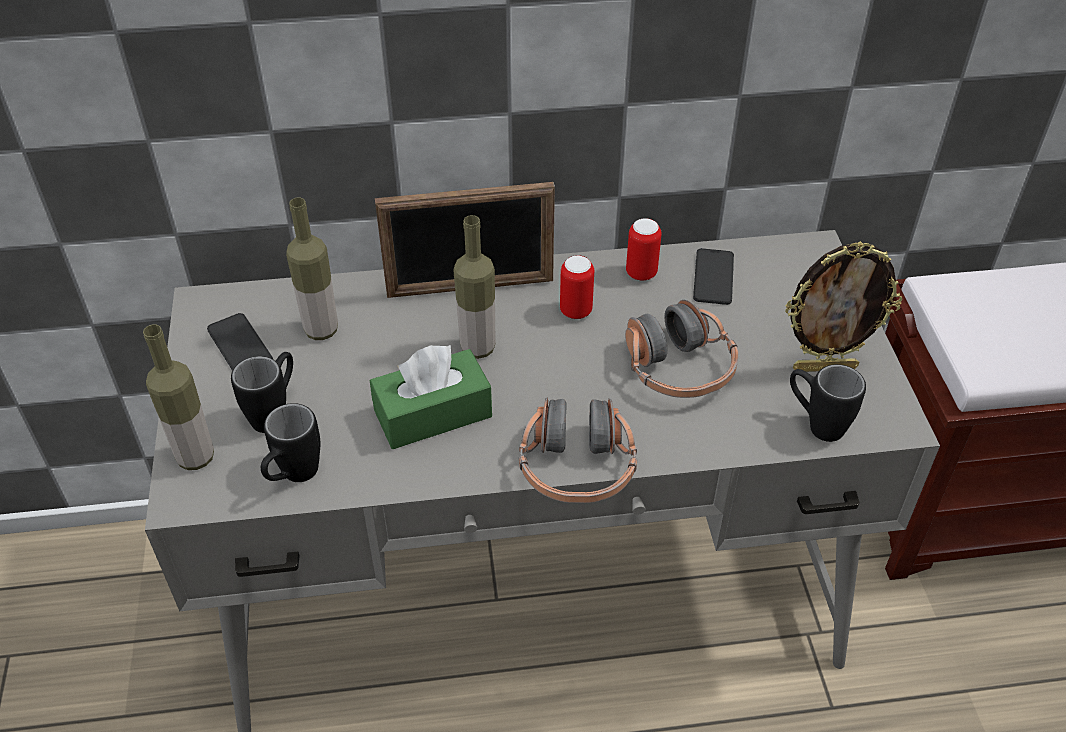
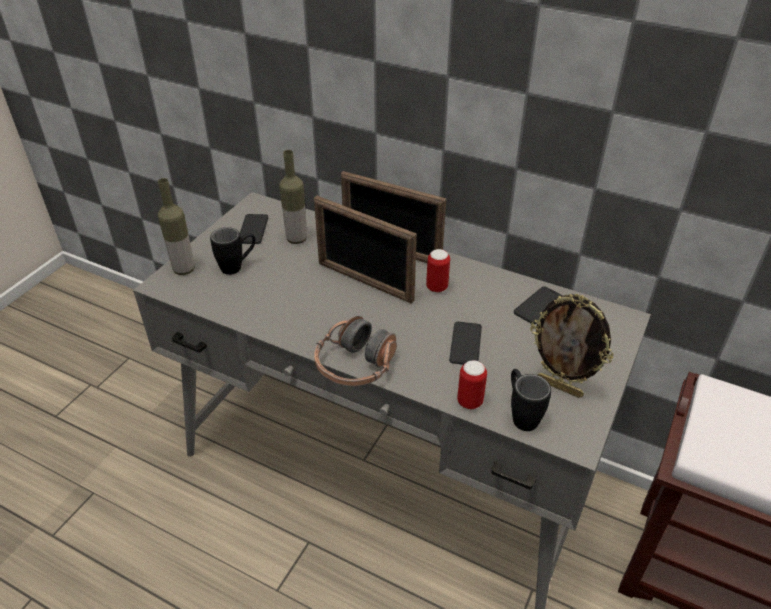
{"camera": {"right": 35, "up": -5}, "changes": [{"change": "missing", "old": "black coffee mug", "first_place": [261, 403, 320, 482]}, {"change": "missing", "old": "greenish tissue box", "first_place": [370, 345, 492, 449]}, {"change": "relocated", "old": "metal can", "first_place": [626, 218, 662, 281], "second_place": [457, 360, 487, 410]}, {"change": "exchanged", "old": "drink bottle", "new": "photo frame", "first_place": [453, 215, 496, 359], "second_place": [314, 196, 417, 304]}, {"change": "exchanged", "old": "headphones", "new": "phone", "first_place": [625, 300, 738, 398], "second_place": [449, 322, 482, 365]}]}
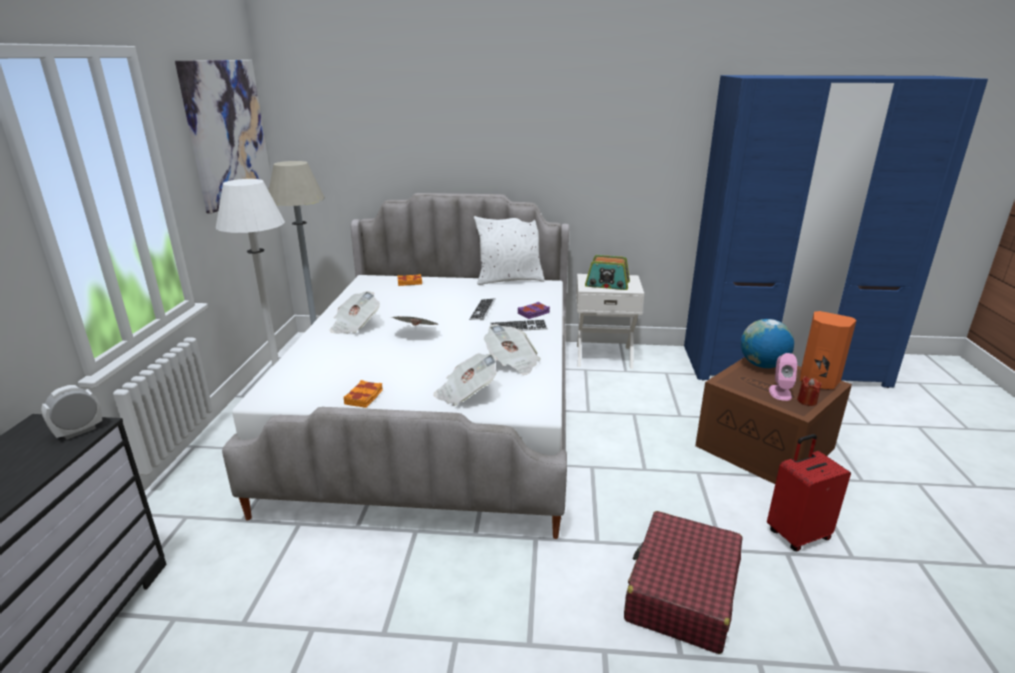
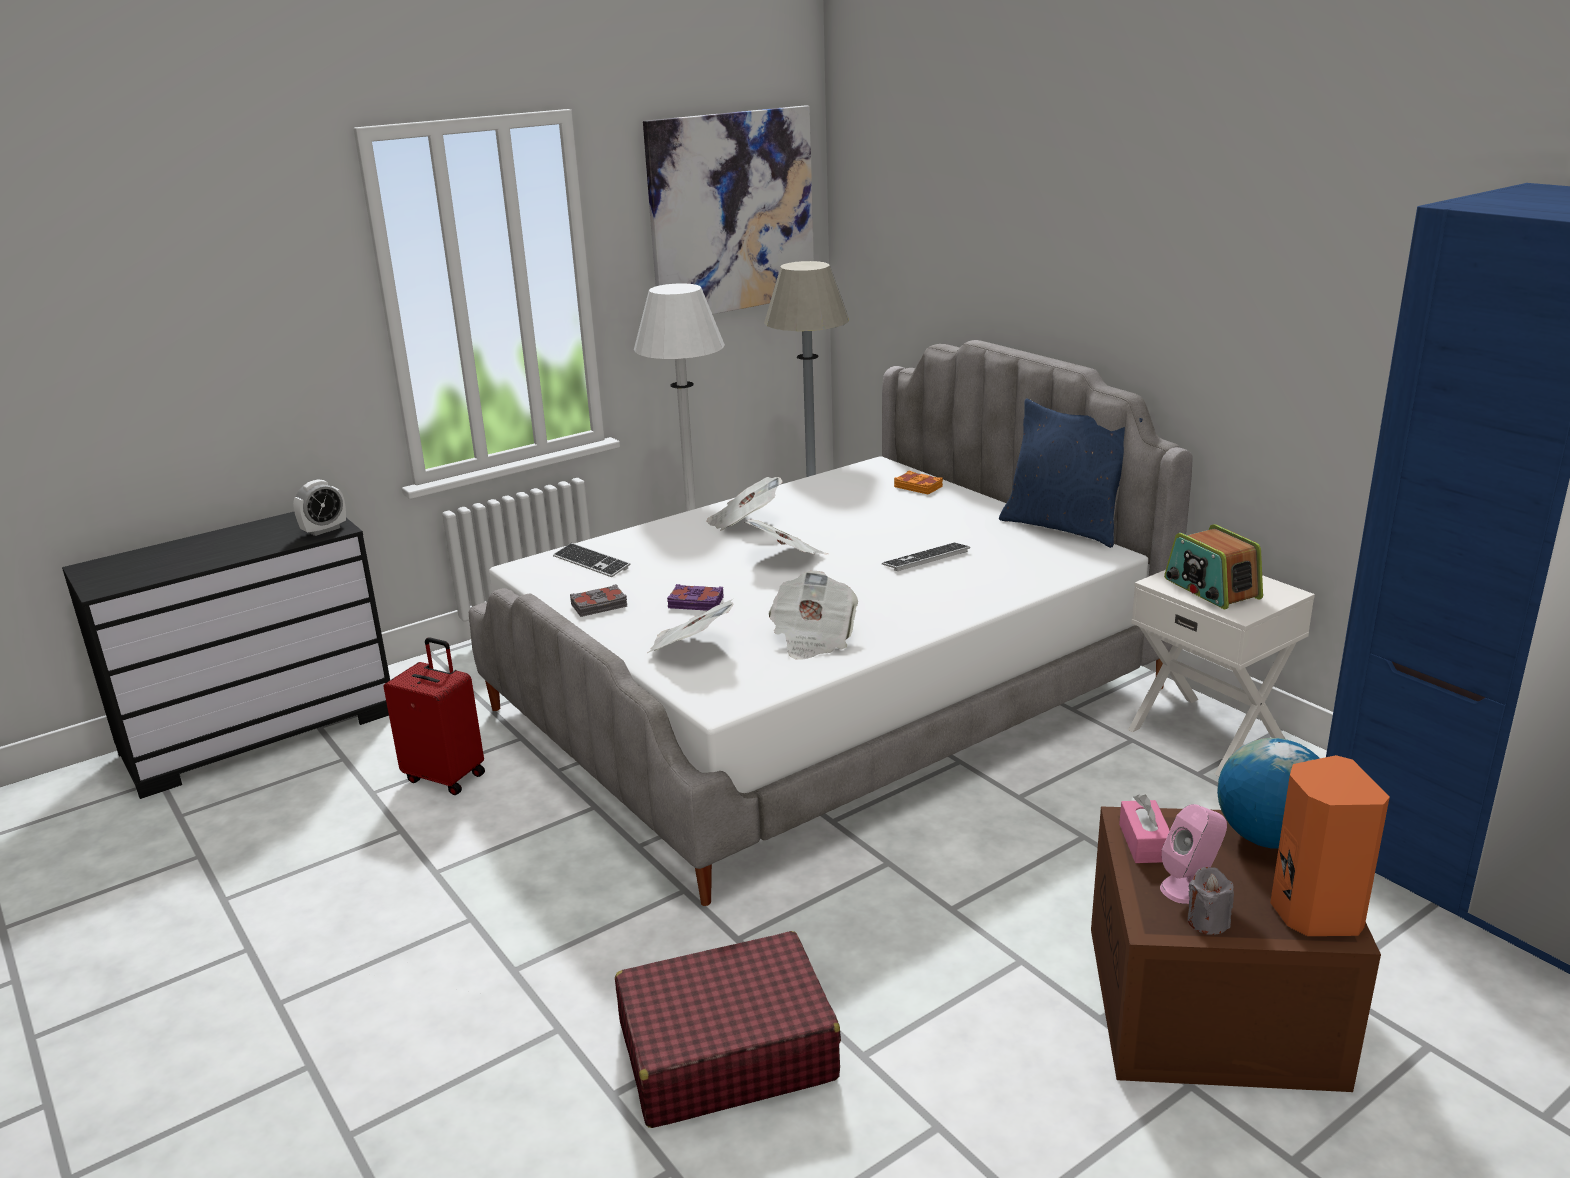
{"camera": {"right": 50, "up": 0}, "changes": [{"change": "appeared", "new": "pinkish tissue box", "second_place": [1119, 794, 1170, 863]}, {"change": "relocated", "old": "keyboard", "first_place": [490, 319, 548, 331], "second_place": [553, 543, 631, 577]}, {"change": "relocated", "old": "purple book", "first_place": [518, 302, 550, 319], "second_place": [667, 584, 724, 611]}, {"change": "relocated", "old": "reddish suitcase", "first_place": [767, 434, 851, 551], "second_place": [384, 637, 485, 795]}, {"change": "colour", "old": "orangey book", "new": "gray book", "first_place": [344, 380, 383, 408], "second_place": [570, 584, 627, 617]}, {"change": "colour", "old": "white throw pillow", "new": "bluish throw pillow", "first_place": [474, 213, 545, 285], "second_place": [999, 398, 1143, 548]}, {"change": "colour", "old": "reddish wax candle", "new": "gray wax candle", "first_place": [797, 376, 821, 406], "second_place": [1188, 867, 1234, 935]}, {"change": "spun", "old": "alarm clock", "first_place": [41, 385, 102, 440], "second_place": [293, 479, 346, 536], "degrees": 135}]}
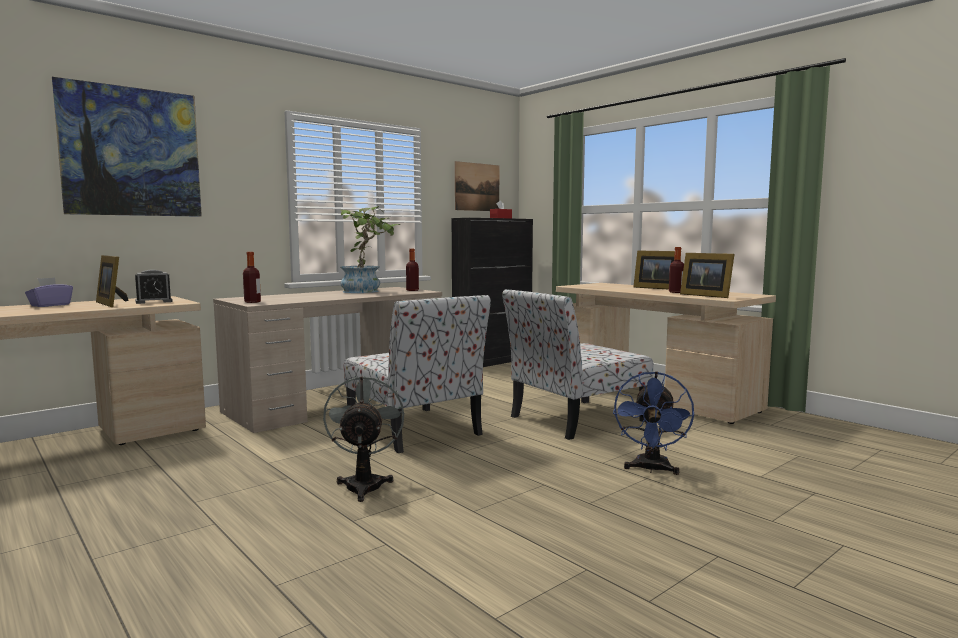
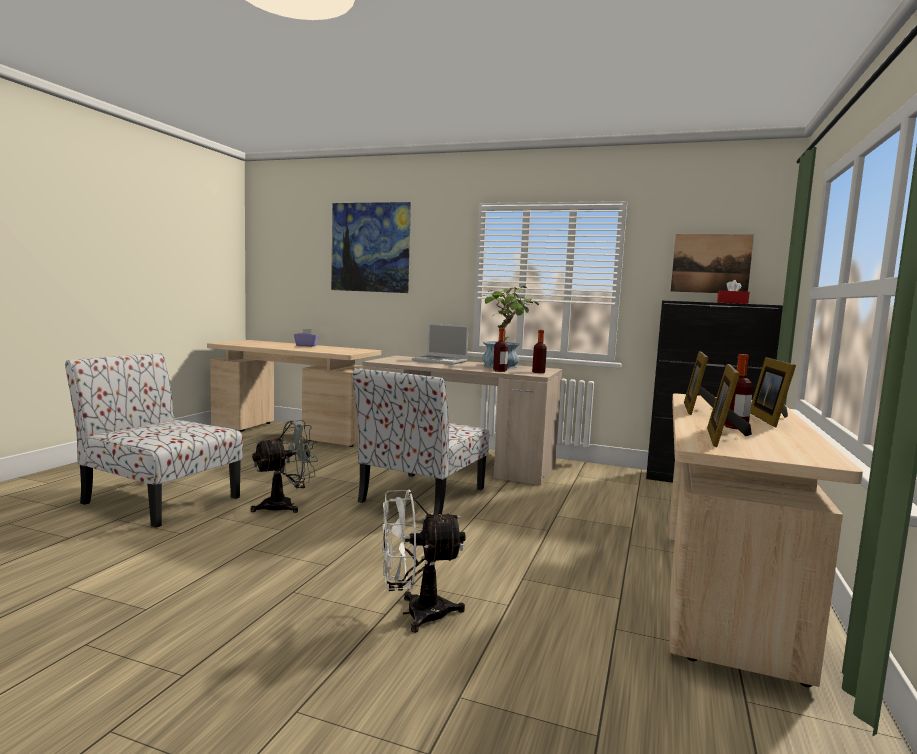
{"camera": {"right": 60, "up": 0}, "changes": [{"change": "missing", "old": "alarm clock", "first_place": [135, 269, 173, 304]}, {"change": "appeared", "new": "notebook computer", "second_place": [412, 323, 469, 365]}, {"change": "relocated", "old": "photo frame", "first_place": [96, 255, 129, 307], "second_place": [684, 351, 716, 415]}, {"change": "relocated", "old": "drink bottle", "first_place": [243, 252, 261, 303], "second_place": [493, 328, 508, 372]}, {"change": "relocated", "old": "upright chair", "first_place": [502, 289, 654, 440], "second_place": [65, 353, 243, 528]}, {"change": "colour", "old": "bluish cooling fan", "new": "white cooling fan", "first_place": [613, 371, 694, 475], "second_place": [382, 490, 466, 633]}]}
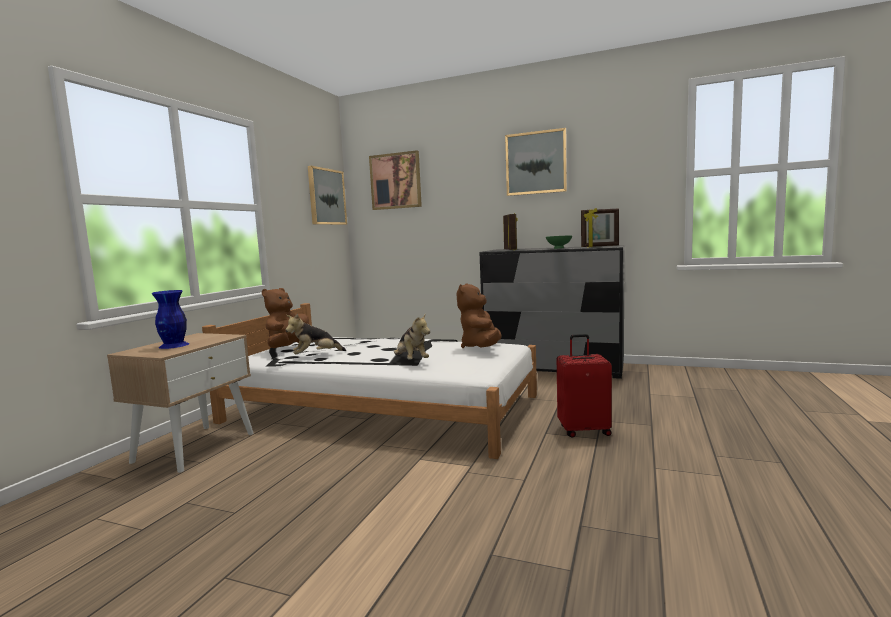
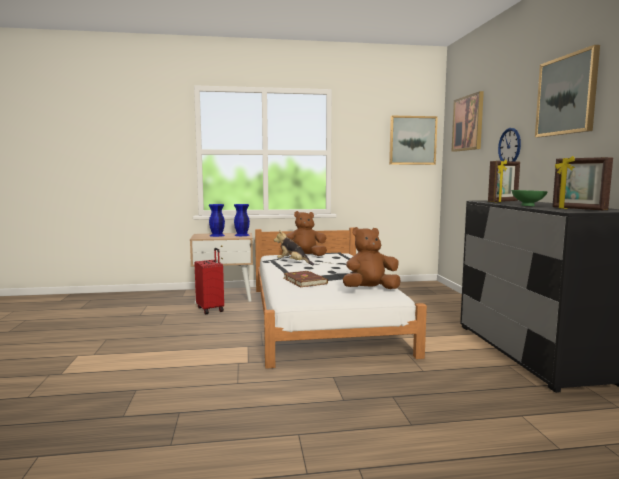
{"camera": {"right": 60, "up": 0}, "changes": [{"change": "appeared", "new": "bluish decorative vase", "second_place": [234, 204, 250, 236]}, {"change": "appeared", "new": "clock on the wall", "second_place": [498, 128, 521, 161]}, {"change": "relocated", "old": "reddish suitcase", "first_place": [557, 334, 612, 438], "second_place": [194, 248, 224, 314]}, {"change": "exchanged", "old": "plush toy", "new": "brown book", "first_place": [394, 315, 430, 360], "second_place": [283, 271, 328, 287]}]}
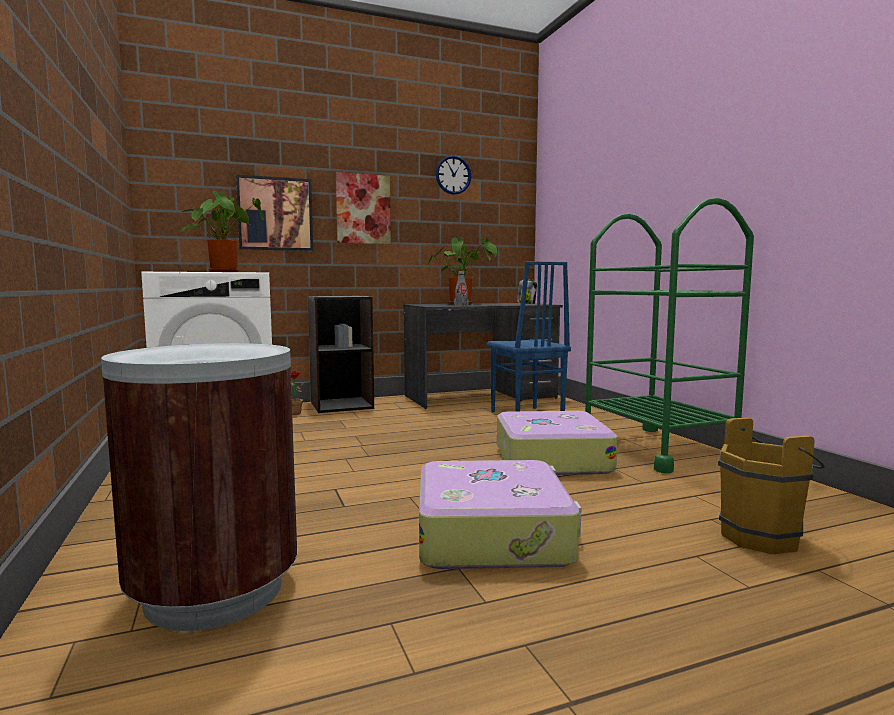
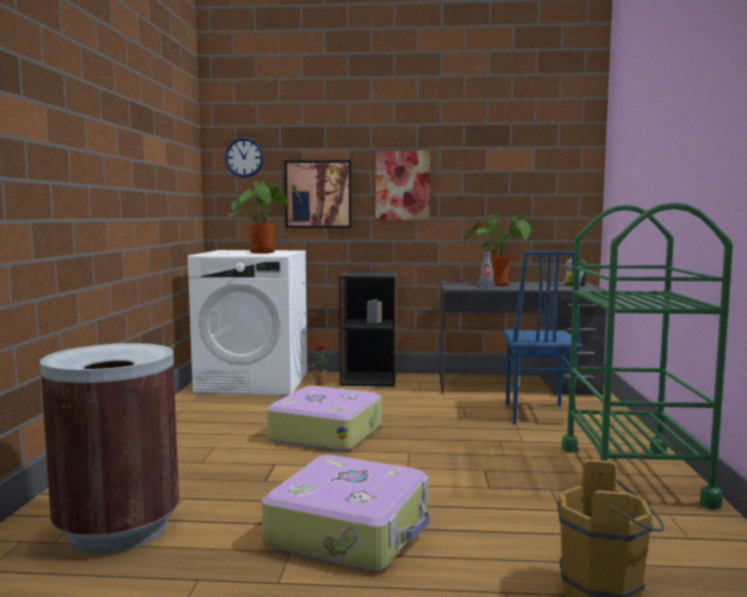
{"camera": {"right": 25, "up": 0}, "changes": [{"change": "relocated", "old": "clock on the wall", "first_place": [436, 155, 471, 195], "second_place": [225, 137, 264, 177]}, {"change": "relocated", "old": "suitcase", "first_place": [497, 411, 617, 475], "second_place": [266, 386, 382, 452]}]}
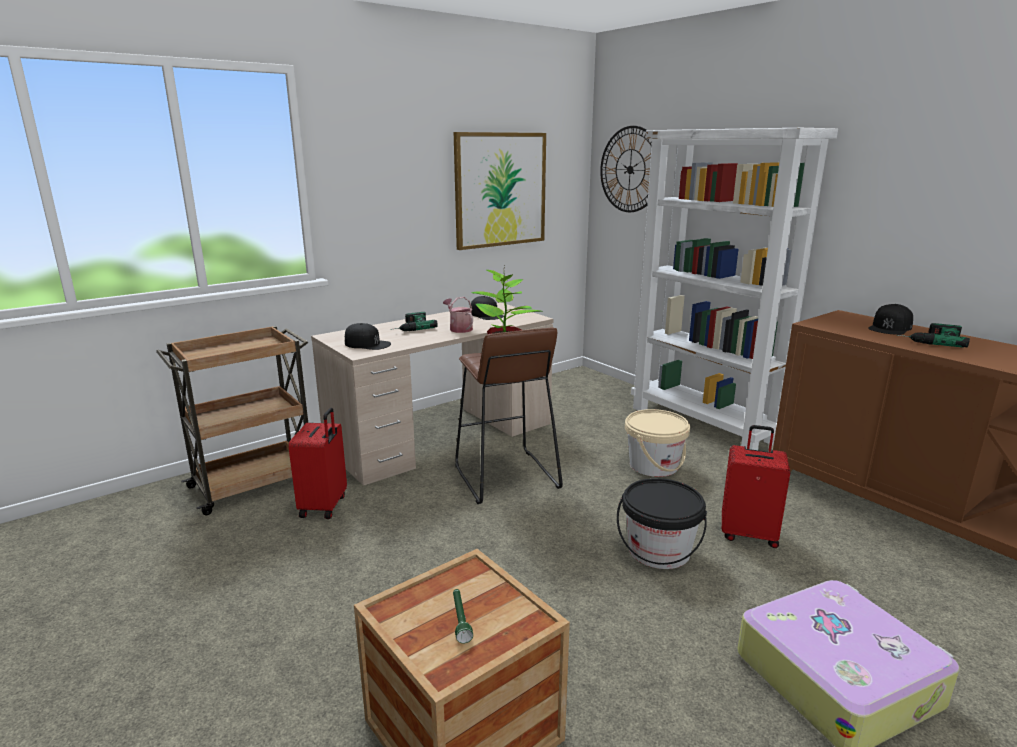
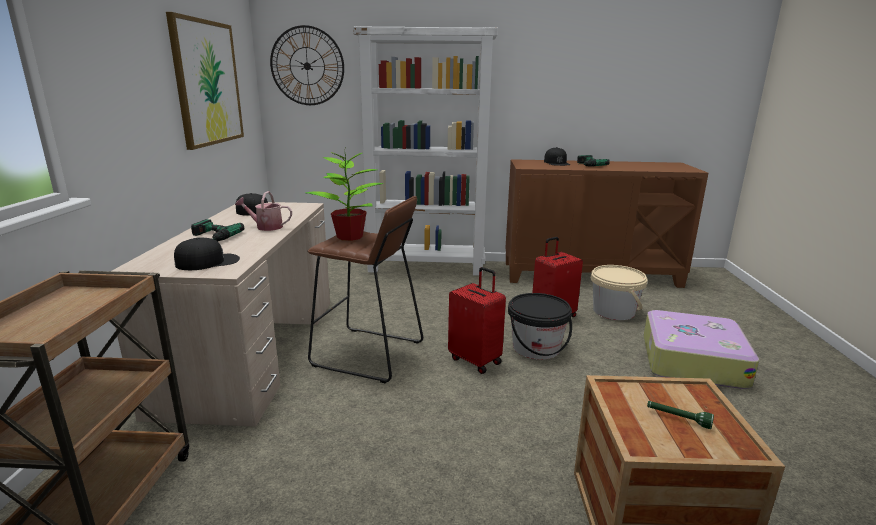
{"camera": {"right": -50, "up": 0}, "changes": [{"change": "relocated", "old": "reddish suitcase", "first_place": [288, 408, 347, 519], "second_place": [448, 267, 506, 374]}, {"change": "relocated", "old": "sand-coloured water bucket", "first_place": [625, 409, 690, 477], "second_place": [591, 265, 648, 320]}]}
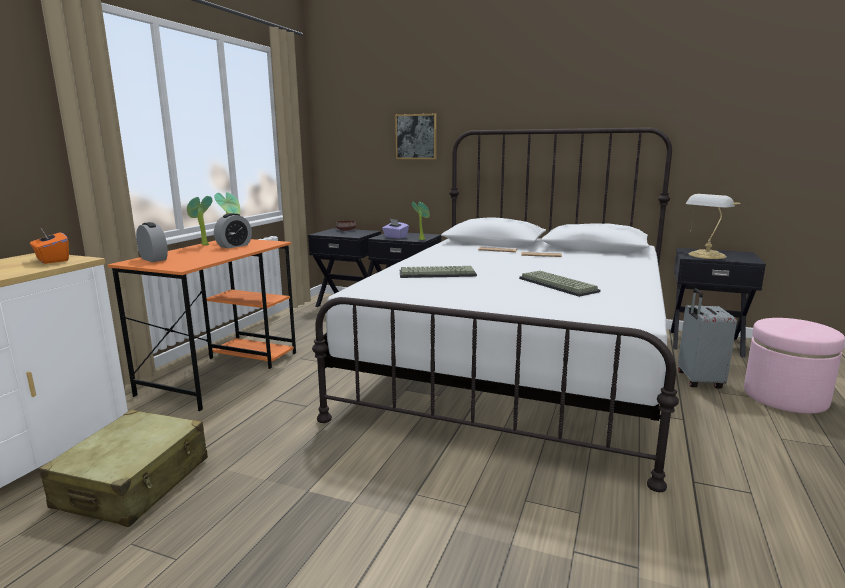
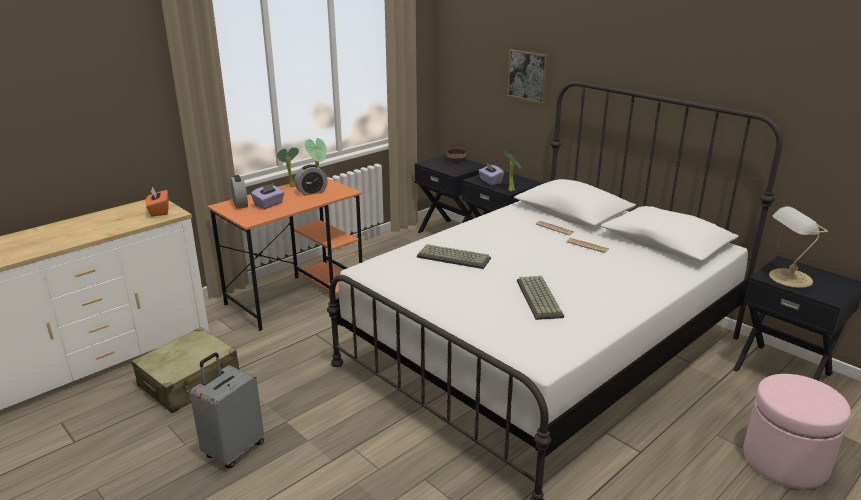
{"camera": {"right": 25, "up": 10}, "changes": [{"change": "appeared", "new": "purple tissue box", "second_place": [251, 183, 284, 209]}, {"change": "relocated", "old": "gray suitcase", "first_place": [678, 288, 737, 389], "second_place": [190, 352, 264, 468]}]}
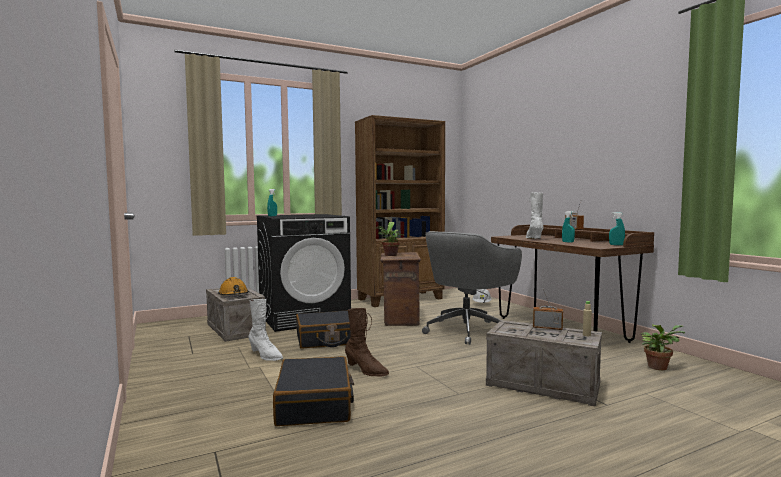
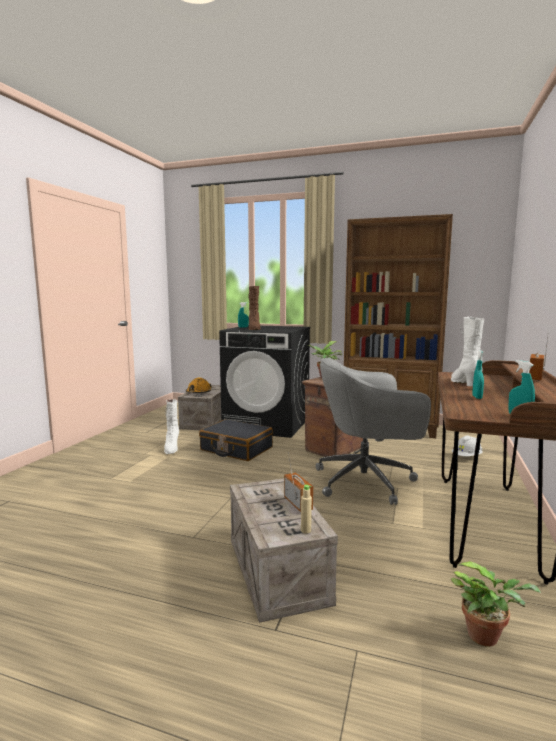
{"camera": {"right": 45, "up": 5}, "changes": [{"change": "missing", "old": "black suitcase", "first_place": [273, 356, 354, 426]}, {"change": "relocated", "old": "brown high-top boot", "first_place": [345, 308, 389, 376], "second_place": [248, 286, 261, 330]}, {"change": "spun", "old": "white high-top boot", "first_place": [526, 192, 544, 239], "second_place": [451, 317, 485, 386], "degrees": -45}]}
